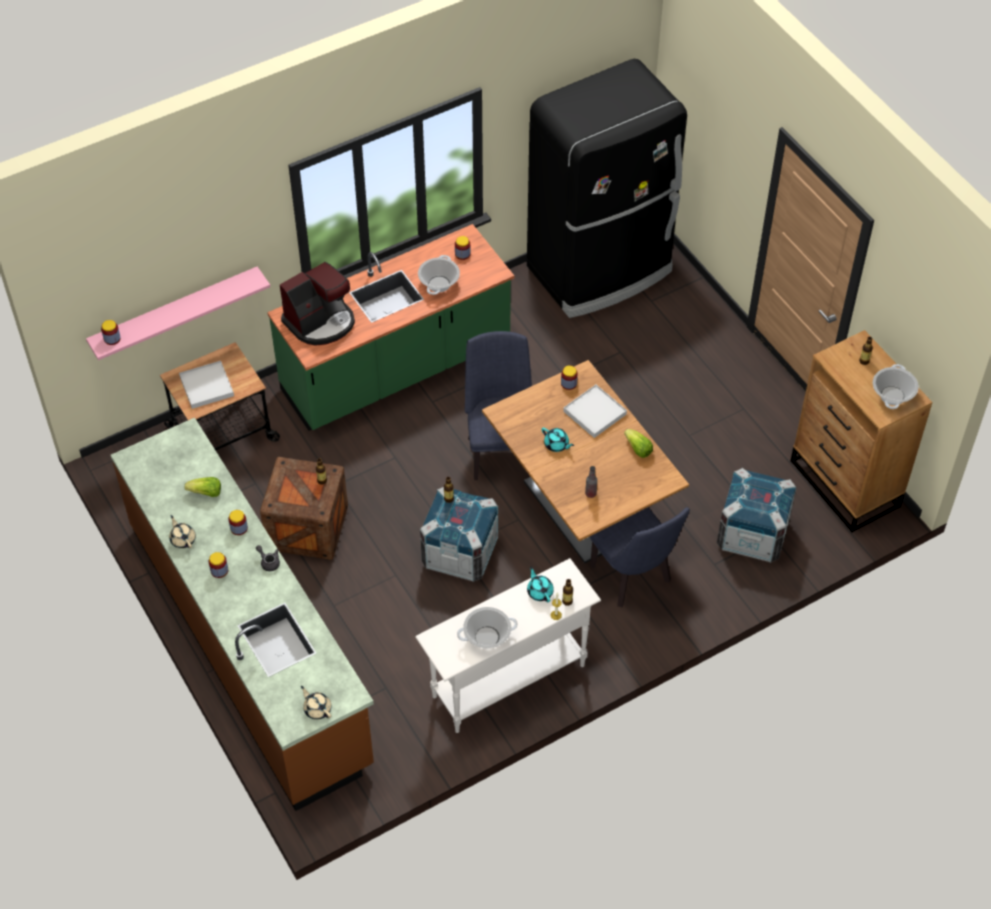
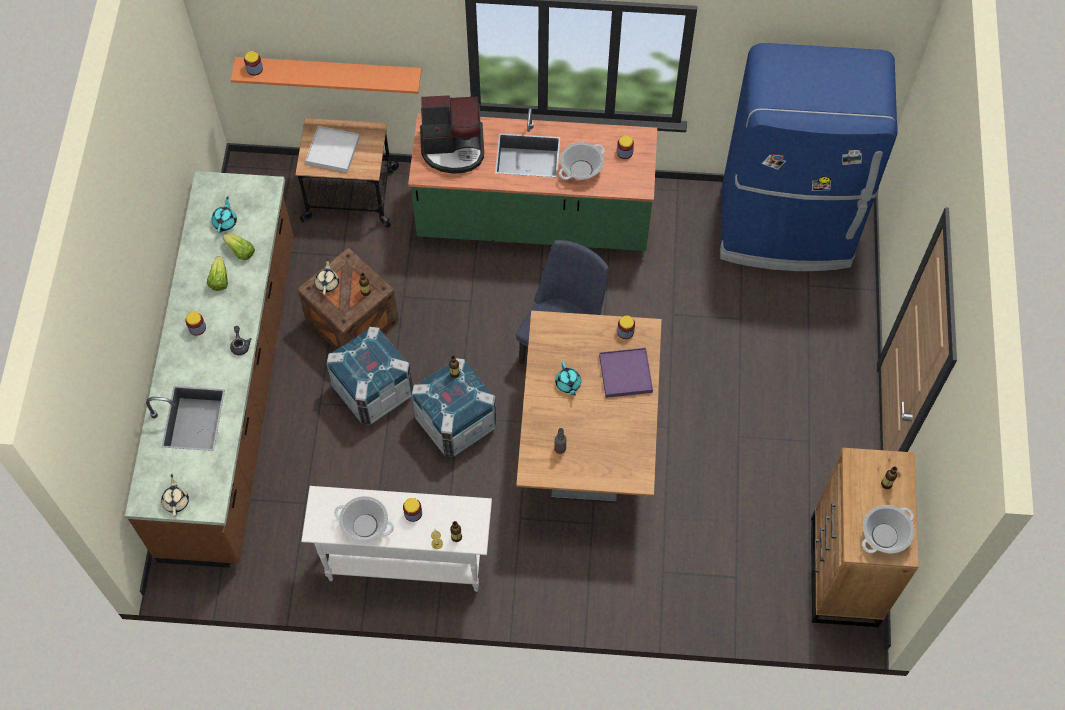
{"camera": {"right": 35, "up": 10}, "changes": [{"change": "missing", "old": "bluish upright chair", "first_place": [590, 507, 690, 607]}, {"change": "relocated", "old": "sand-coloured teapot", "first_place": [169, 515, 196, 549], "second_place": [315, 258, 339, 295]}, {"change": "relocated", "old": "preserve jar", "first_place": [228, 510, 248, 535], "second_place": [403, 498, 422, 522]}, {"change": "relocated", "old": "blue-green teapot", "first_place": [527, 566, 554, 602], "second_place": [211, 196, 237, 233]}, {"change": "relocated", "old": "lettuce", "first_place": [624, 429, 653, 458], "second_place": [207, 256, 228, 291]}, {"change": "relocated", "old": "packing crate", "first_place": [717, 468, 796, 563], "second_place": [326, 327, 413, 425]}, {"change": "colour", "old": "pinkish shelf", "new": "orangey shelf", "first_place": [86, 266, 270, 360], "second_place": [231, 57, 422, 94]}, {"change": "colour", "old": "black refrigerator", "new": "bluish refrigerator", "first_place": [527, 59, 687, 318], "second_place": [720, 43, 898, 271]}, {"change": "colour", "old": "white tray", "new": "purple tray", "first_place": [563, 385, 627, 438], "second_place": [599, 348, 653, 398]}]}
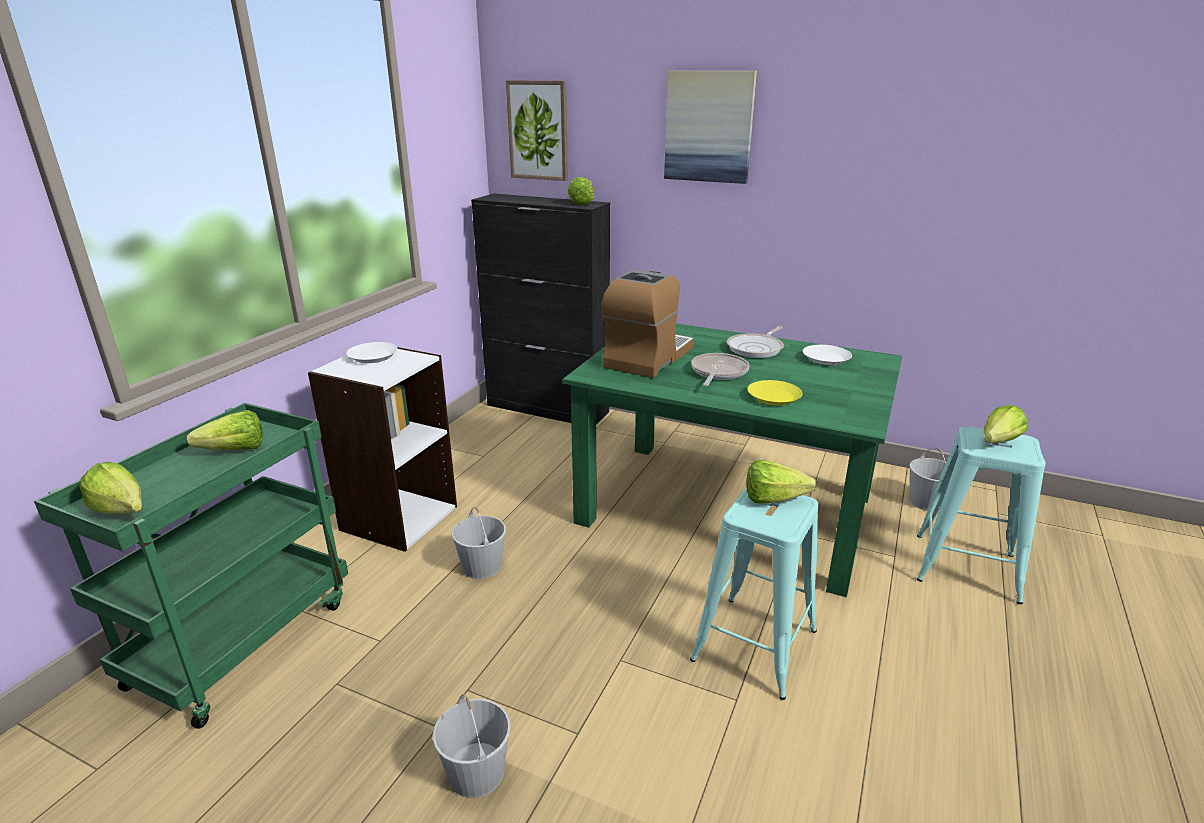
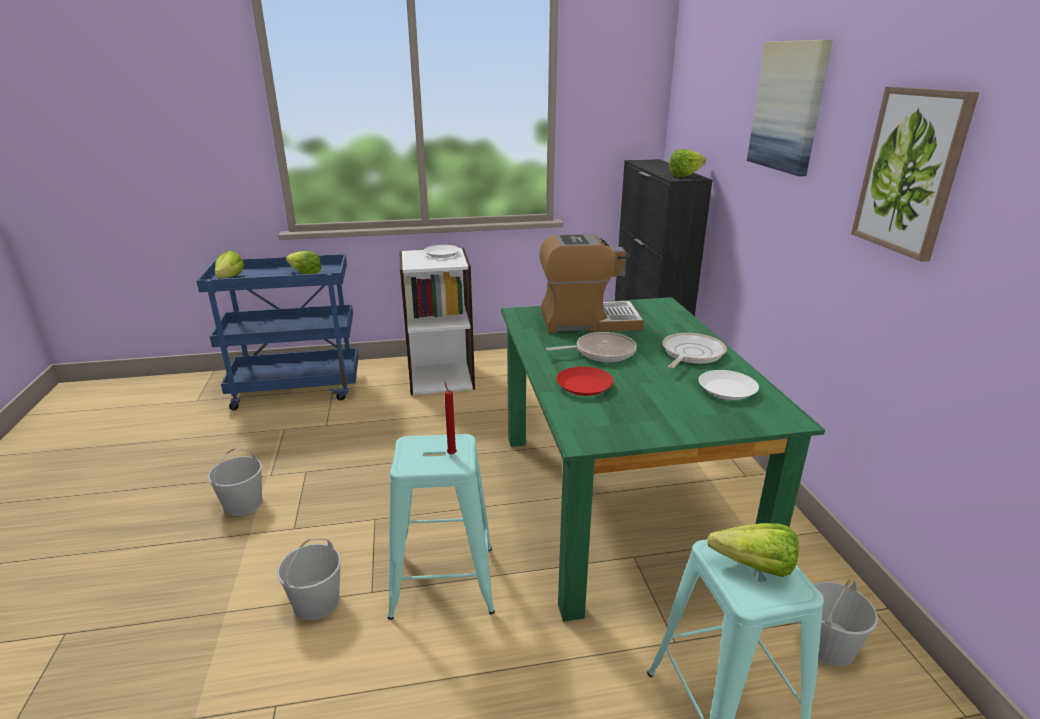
{"camera": {"right": 55, "up": 0}, "changes": [{"change": "relocated", "old": "white water bucket", "first_place": [452, 507, 506, 579], "second_place": [277, 538, 341, 620]}, {"change": "relocated", "old": "wall art", "first_place": [506, 80, 568, 181], "second_place": [851, 87, 980, 262]}, {"change": "exchanged", "old": "lettuce", "new": "reddish wax candle", "first_place": [747, 460, 816, 504], "second_place": [444, 382, 457, 455]}, {"change": "colour", "old": "greenish wheeled cart", "new": "bluish wheeled cart", "first_place": [34, 403, 348, 729], "second_place": [196, 254, 358, 410]}, {"change": "colour", "old": "yellowish plate", "new": "reddish plate", "first_place": [748, 380, 802, 406], "second_place": [556, 366, 614, 396]}, {"change": "spun", "old": "frying pan", "first_place": [727, 326, 784, 358], "second_place": [662, 333, 727, 369], "degrees": 120}]}
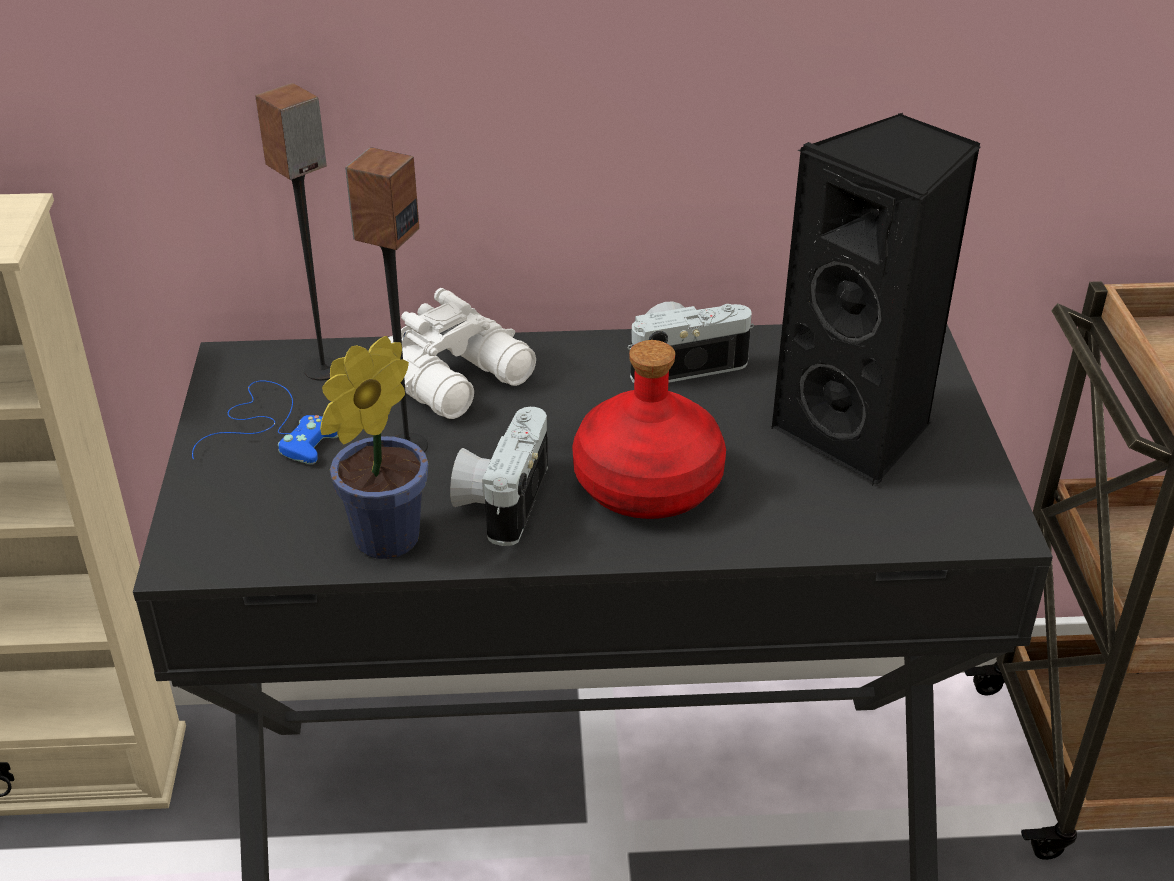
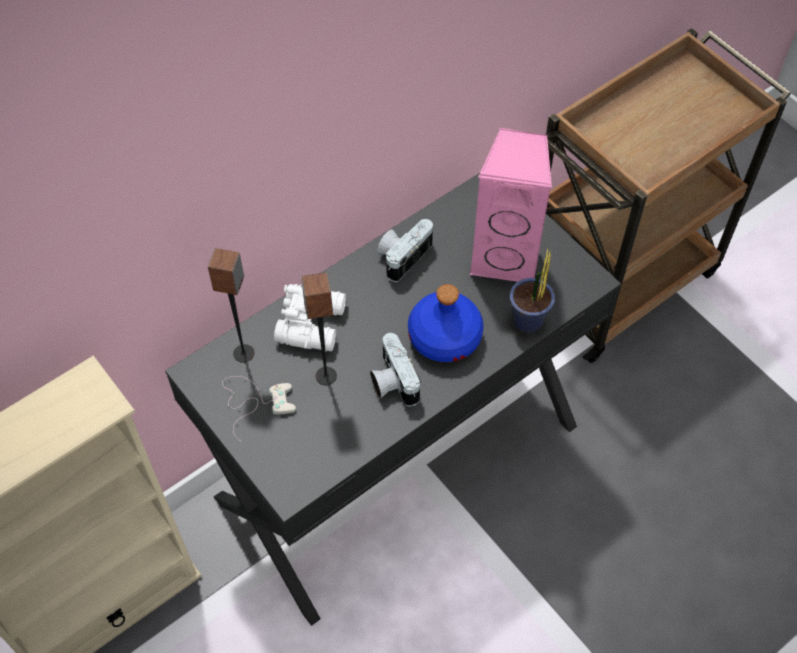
{"camera": {"right": -35, "up": 20}, "changes": [{"change": "relocated", "old": "potted plant", "first_place": [320, 336, 428, 559], "second_place": [510, 249, 555, 333]}, {"change": "colour", "old": "bluish gamepad", "new": "white gamepad", "first_place": [192, 381, 338, 464], "second_place": [222, 376, 296, 441]}, {"change": "colour", "old": "reddish drink bottle", "new": "bluish drink bottle", "first_place": [572, 340, 726, 519], "second_place": [408, 284, 484, 362]}, {"change": "colour", "old": "black speaker", "new": "pinkish speaker", "first_place": [771, 113, 980, 486], "second_place": [469, 128, 552, 282]}]}
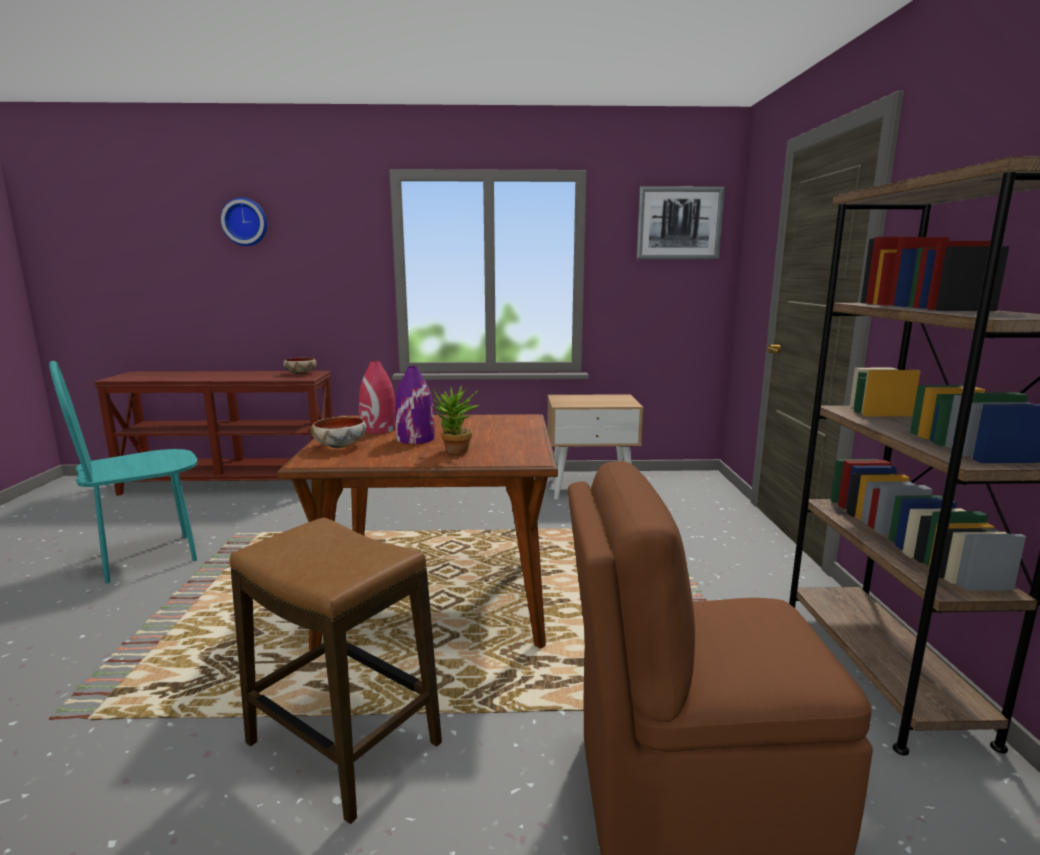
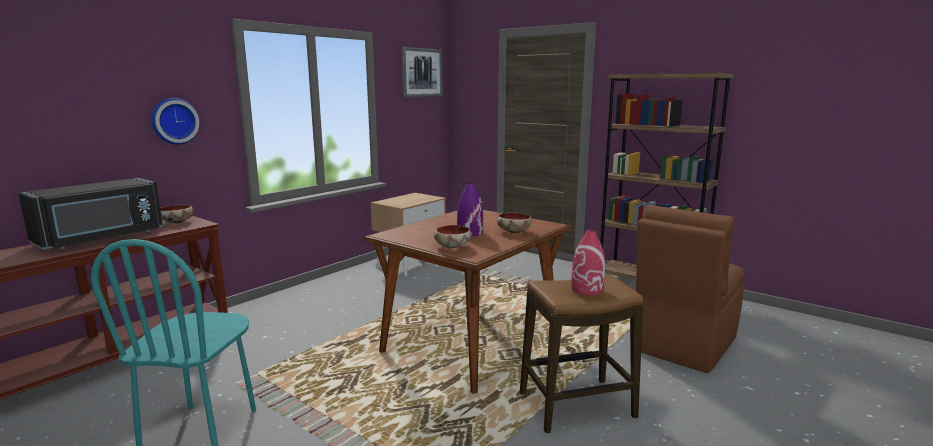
{"camera": {"right": -50, "up": 0}, "changes": [{"change": "appeared", "new": "black microwave", "second_place": [18, 178, 163, 250]}, {"change": "relocated", "old": "clock on the wall", "first_place": [220, 198, 267, 246], "second_place": [151, 98, 200, 145]}, {"change": "relocated", "old": "reddish decorative vase", "first_place": [359, 361, 396, 434], "second_place": [571, 230, 605, 296]}, {"change": "exchanged", "old": "potted plant", "new": "serving bowl", "first_place": [433, 385, 479, 454], "second_place": [497, 213, 532, 233]}]}
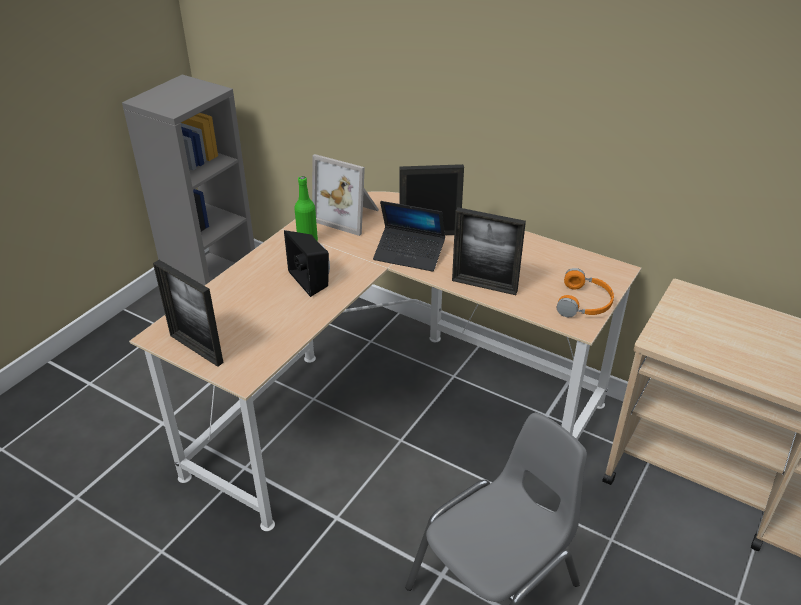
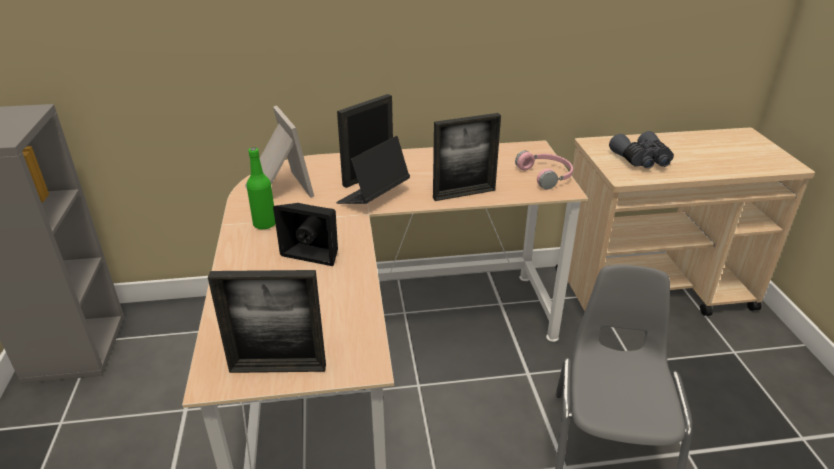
{"camera": {"right": -40, "up": -5}, "changes": [{"change": "appeared", "new": "gray pair of binoculars", "second_place": [609, 131, 674, 169]}, {"change": "colour", "old": "orangey headphones", "new": "pinkish headphones", "first_place": [557, 268, 614, 317], "second_place": [515, 151, 573, 190]}, {"change": "spun", "old": "photo frame", "first_place": [312, 154, 379, 236], "second_place": [245, 106, 314, 197], "degrees": -105}, {"change": "spun", "old": "notebook computer", "first_place": [373, 201, 445, 272], "second_place": [336, 136, 410, 204], "degrees": 150}]}
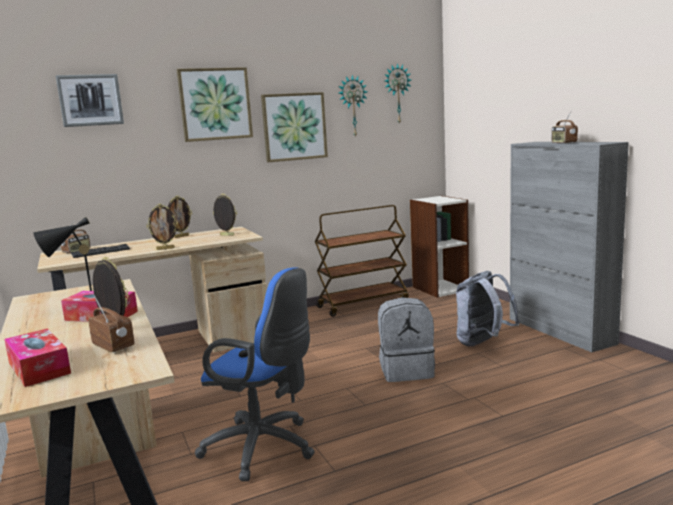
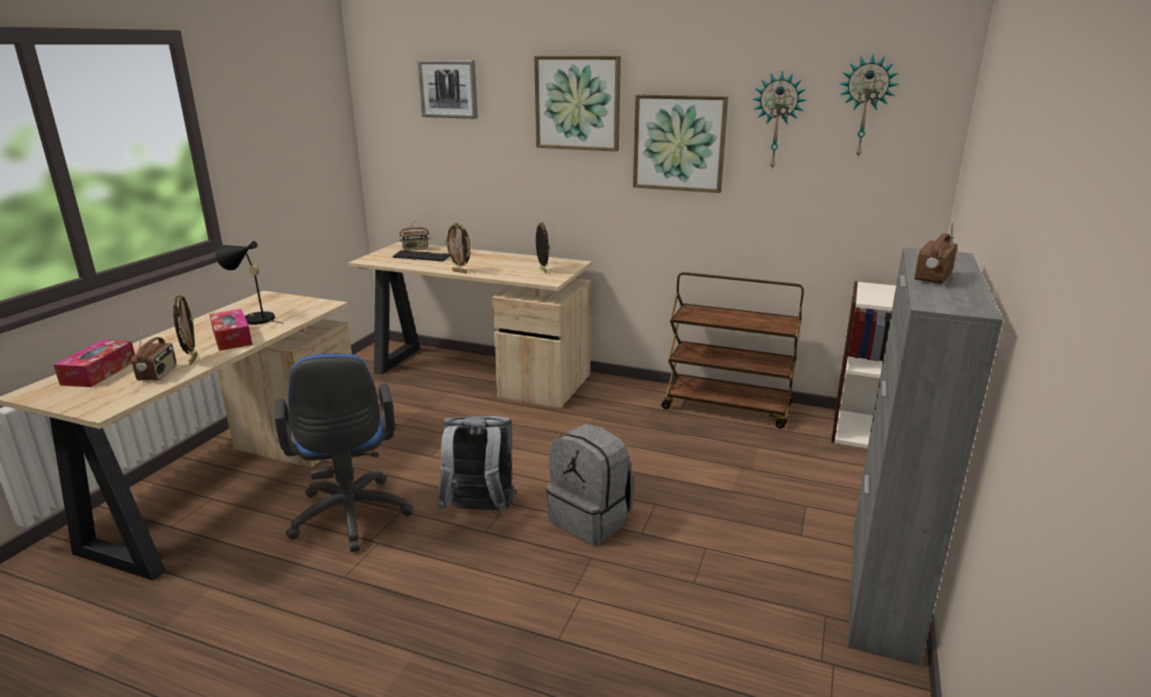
{"camera": {"right": 45, "up": 10}, "changes": [{"change": "missing", "old": "photo frame", "first_place": [168, 196, 192, 238]}, {"change": "relocated", "old": "gray rucksack", "first_place": [456, 271, 520, 346], "second_place": [438, 416, 517, 513]}]}
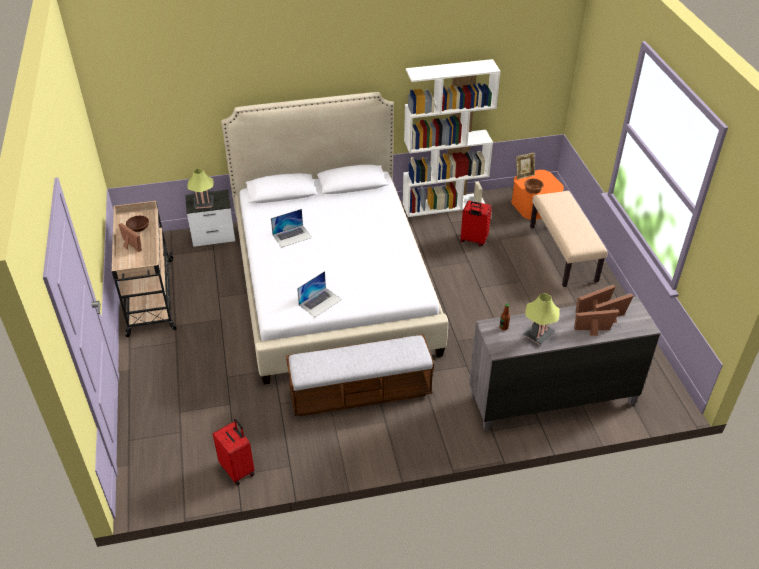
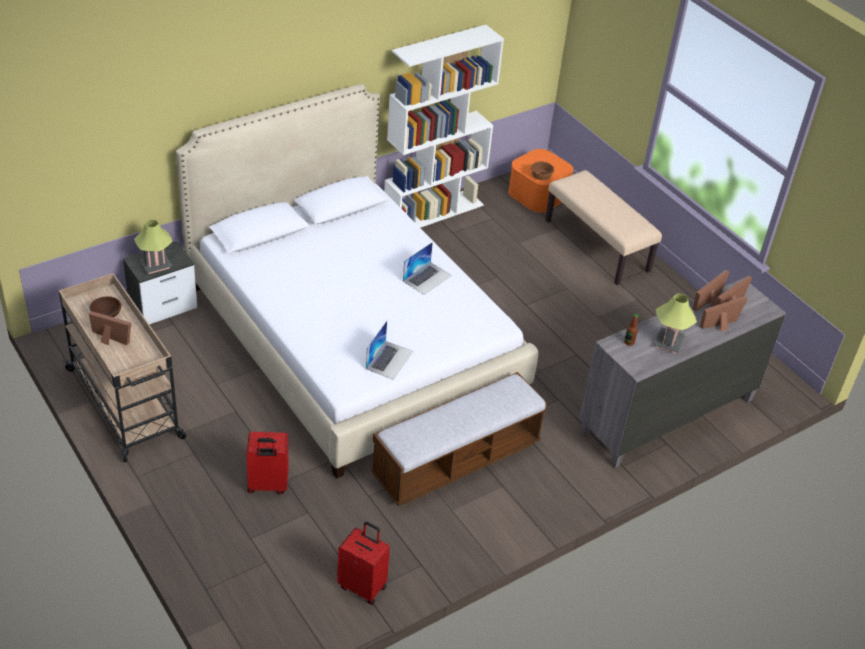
{"camera": {"right": -25, "up": 0}, "changes": [{"change": "missing", "old": "photo frame", "first_place": [516, 153, 535, 179]}, {"change": "relocated", "old": "notebook computer", "first_place": [271, 209, 312, 248], "second_place": [403, 242, 452, 295]}, {"change": "relocated", "old": "reddish suitcase", "first_place": [460, 200, 492, 246], "second_place": [246, 432, 289, 494]}]}
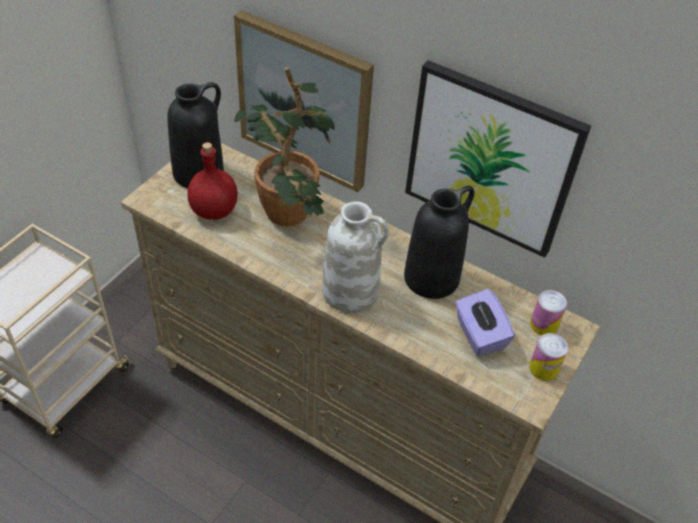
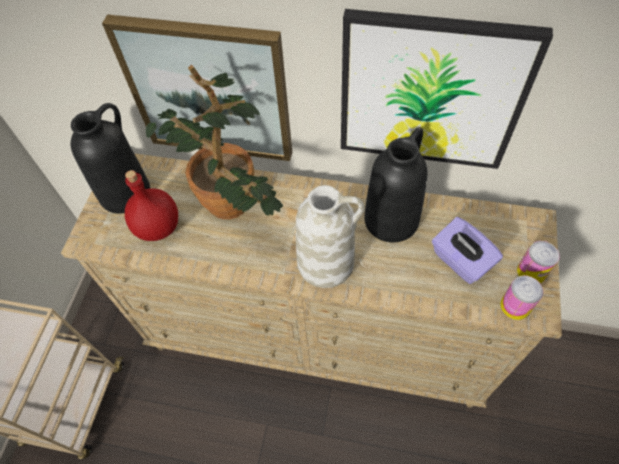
{"camera": {"right": -15, "up": 10}, "changes": [{"change": "relocated", "old": "metal can", "first_place": [530, 290, 567, 335], "second_place": [500, 275, 543, 320]}]}
